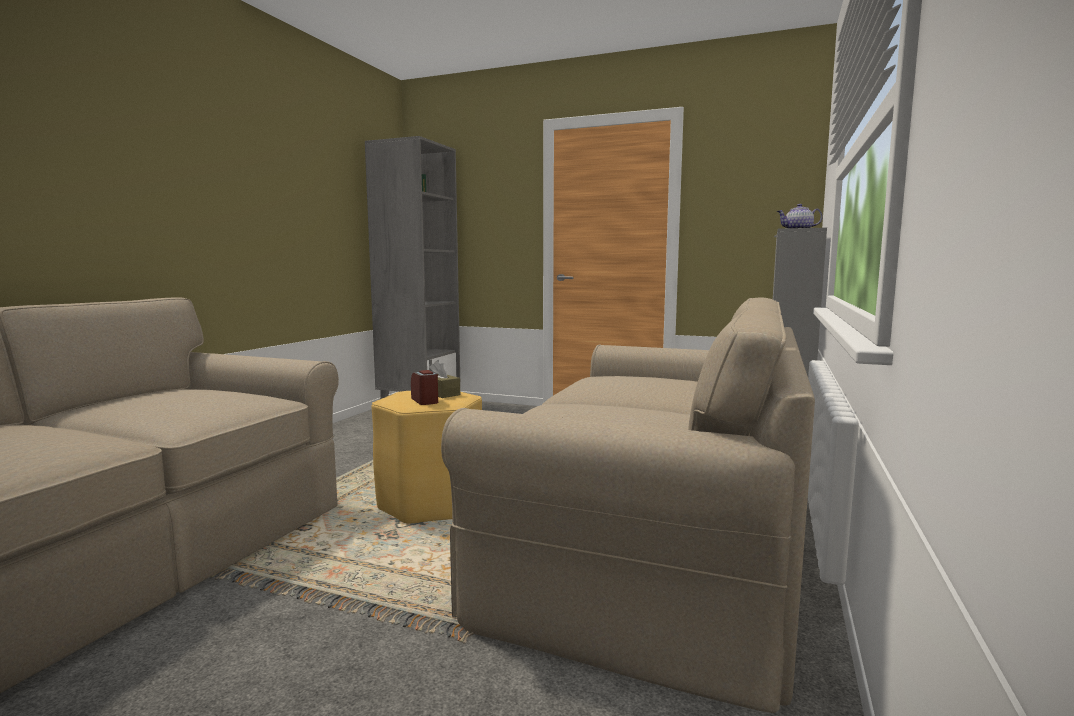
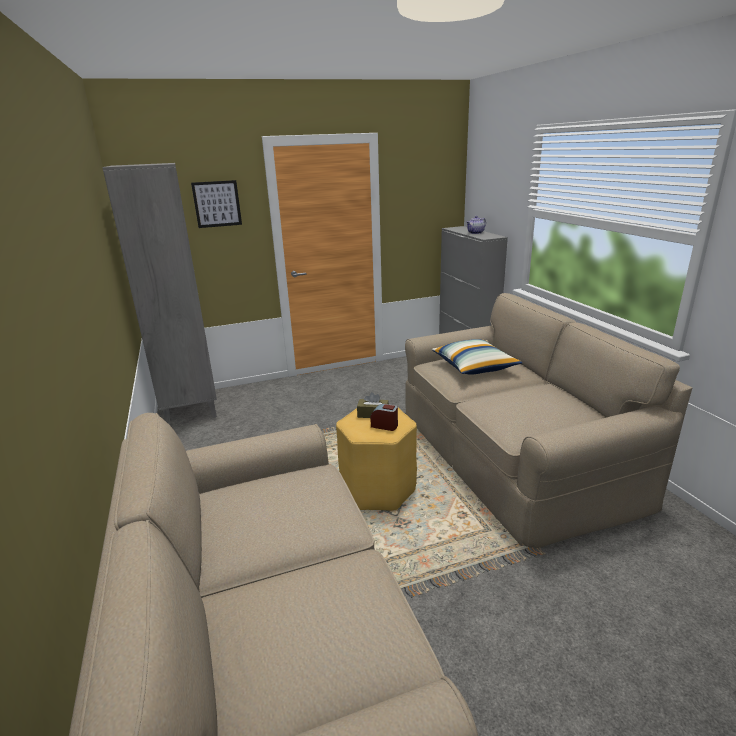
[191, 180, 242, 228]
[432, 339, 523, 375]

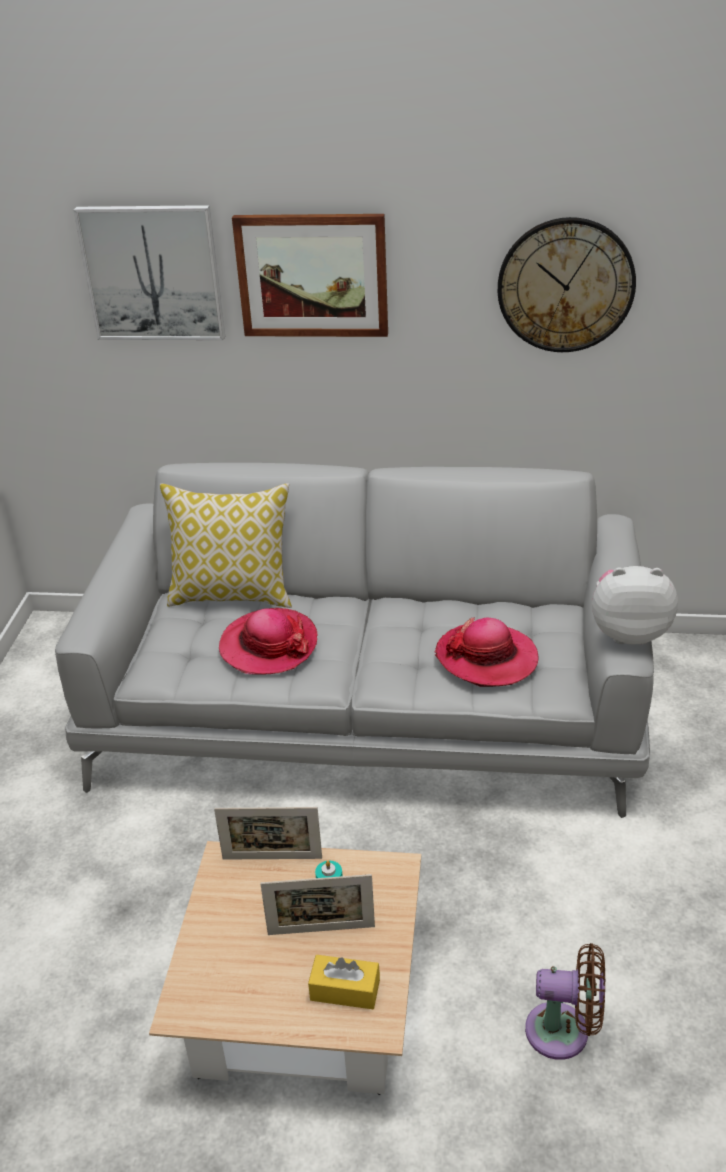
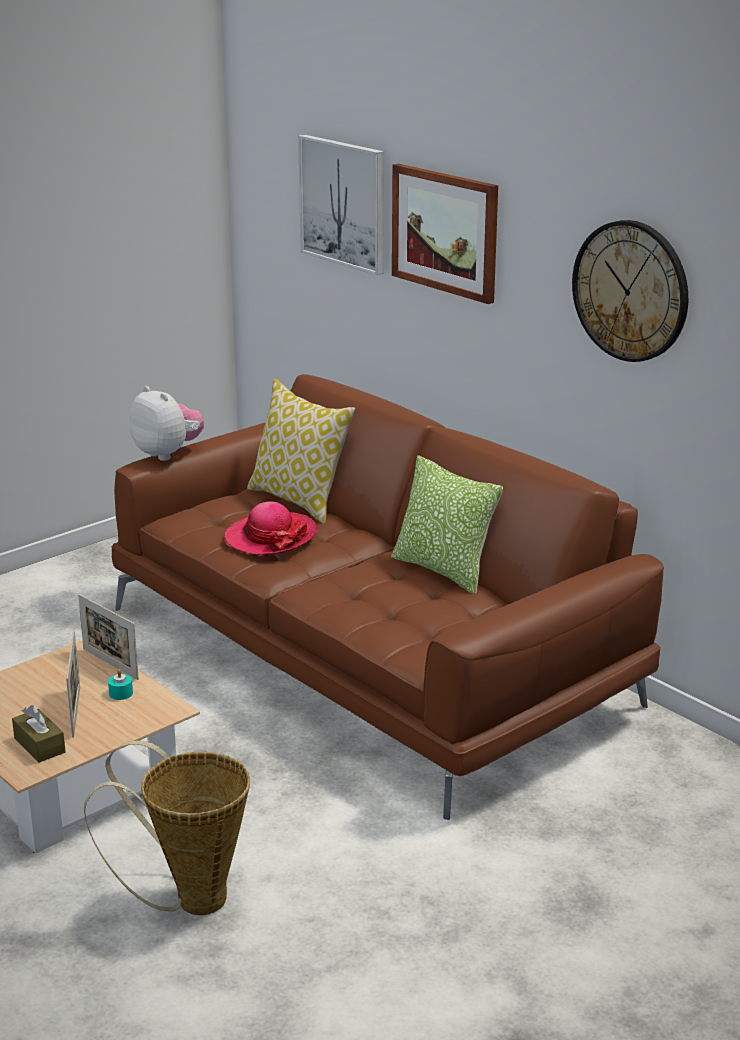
[111, 374, 664, 820]
[66, 631, 80, 738]
[12, 705, 66, 763]
[435, 617, 538, 687] (first image)
[84, 741, 250, 915]
[129, 386, 204, 461]
[391, 455, 503, 594]

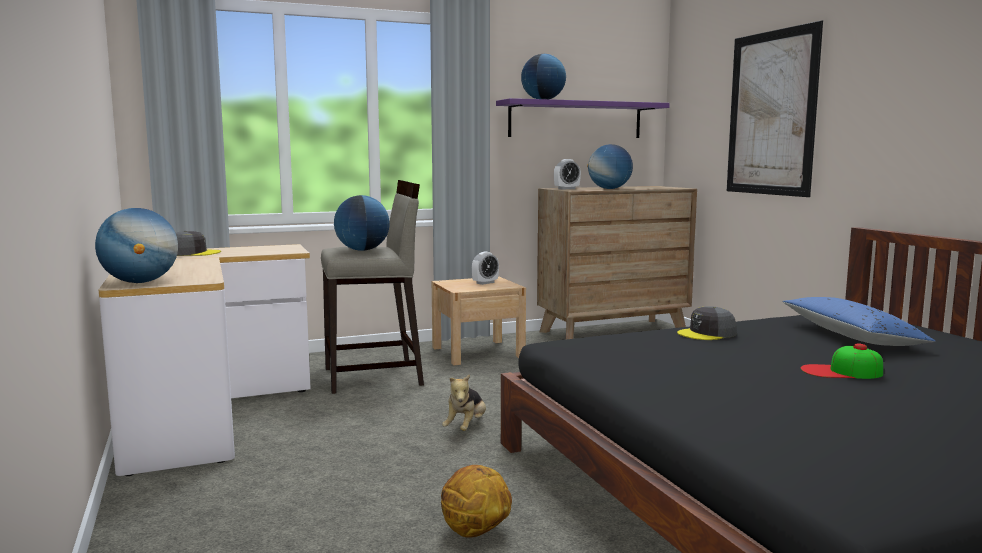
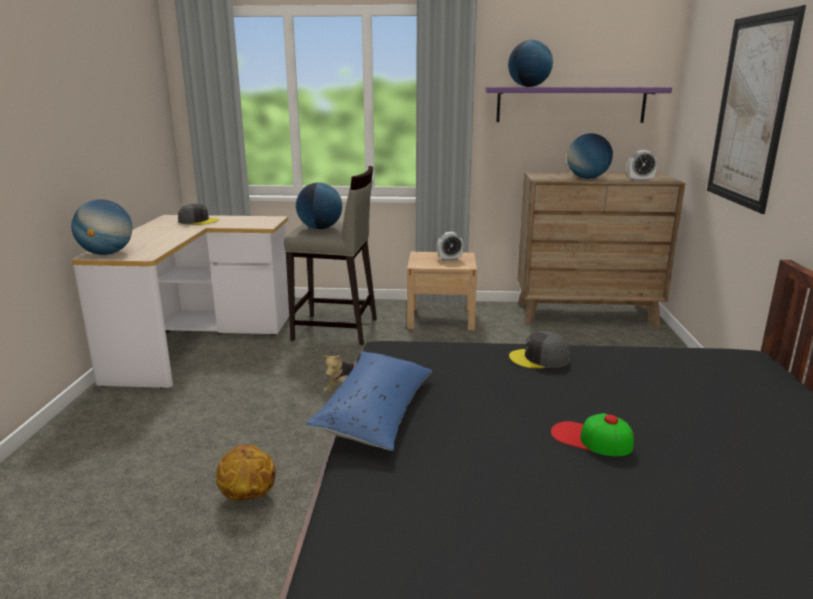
[627, 150, 657, 181]
[305, 351, 432, 451]

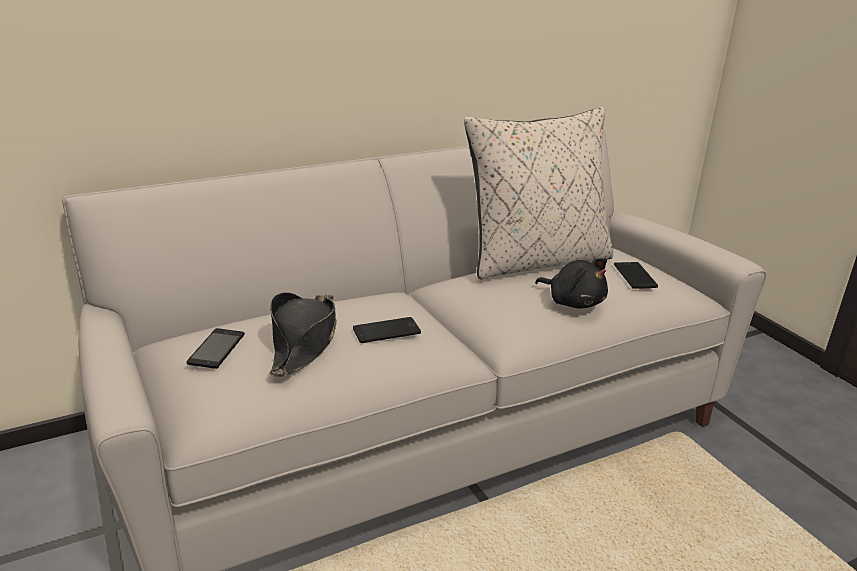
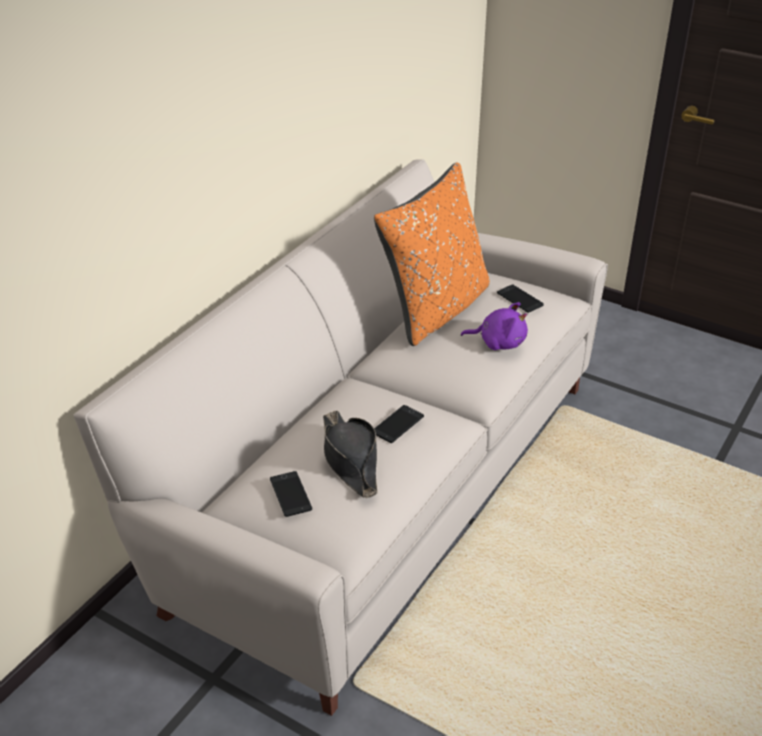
[374, 162, 490, 346]
[461, 302, 528, 350]

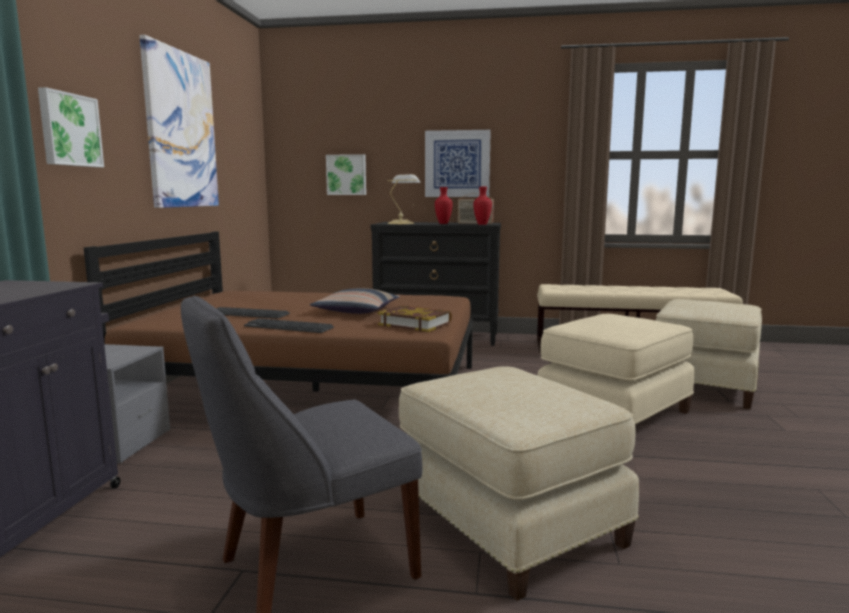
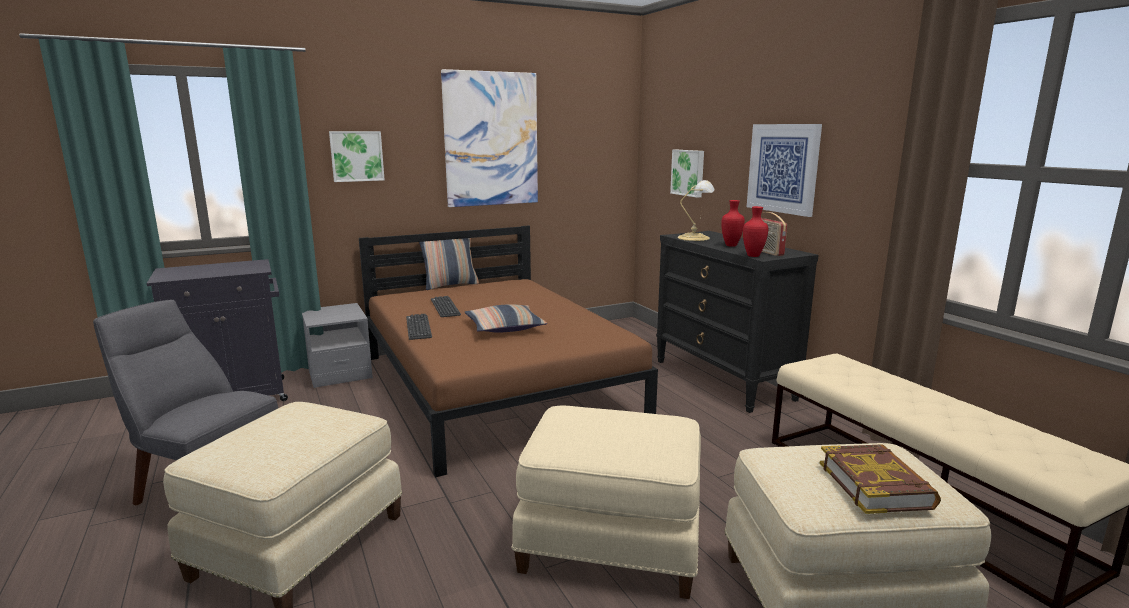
[820, 444, 941, 514]
[419, 238, 479, 290]

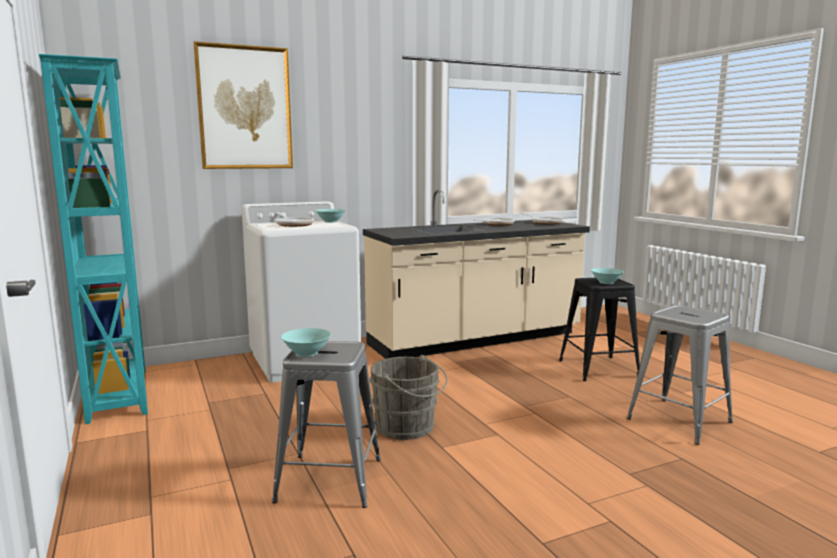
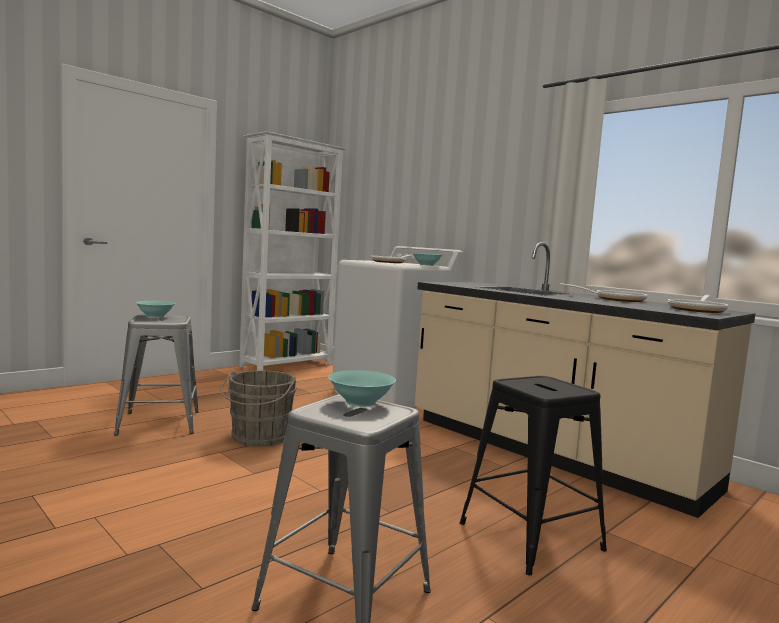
[239, 131, 347, 371]
[193, 41, 293, 169] (first image)
[328, 370, 396, 407]

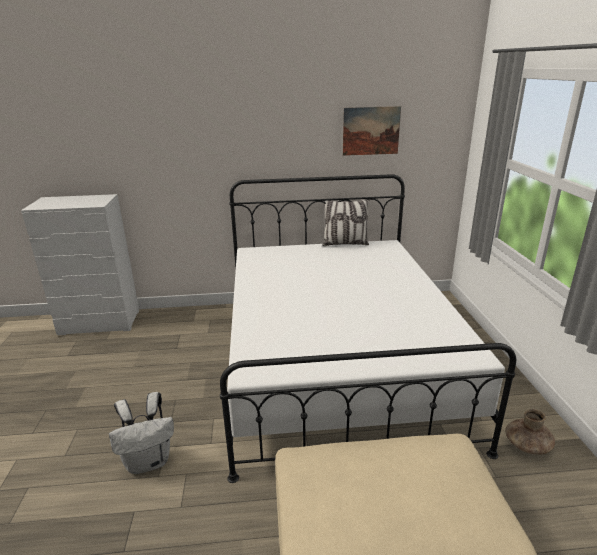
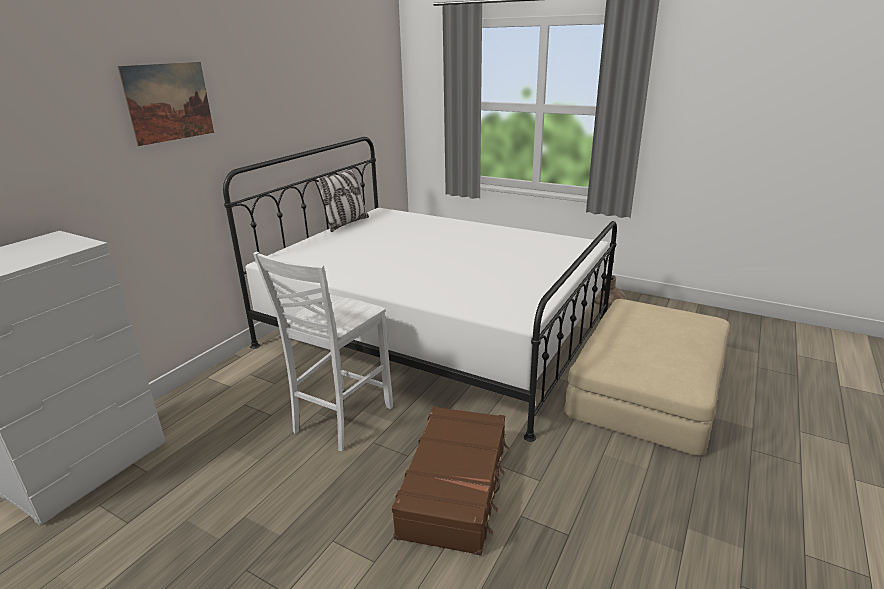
[392, 406, 509, 556]
[117, 62, 214, 146]
[253, 252, 393, 451]

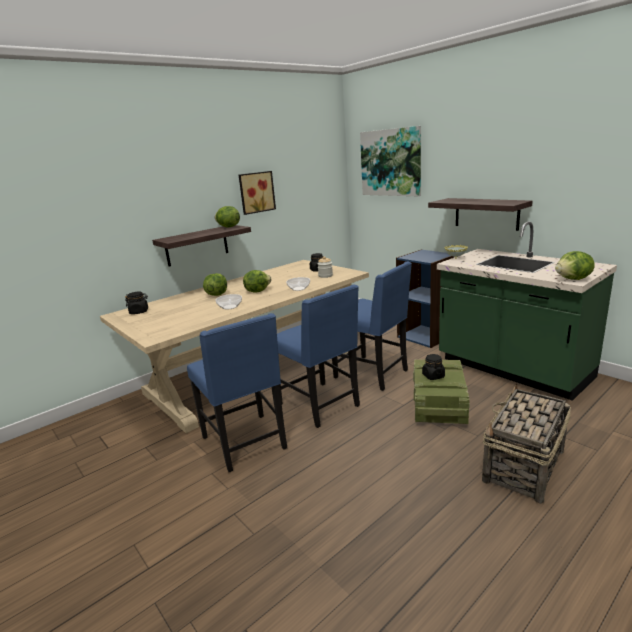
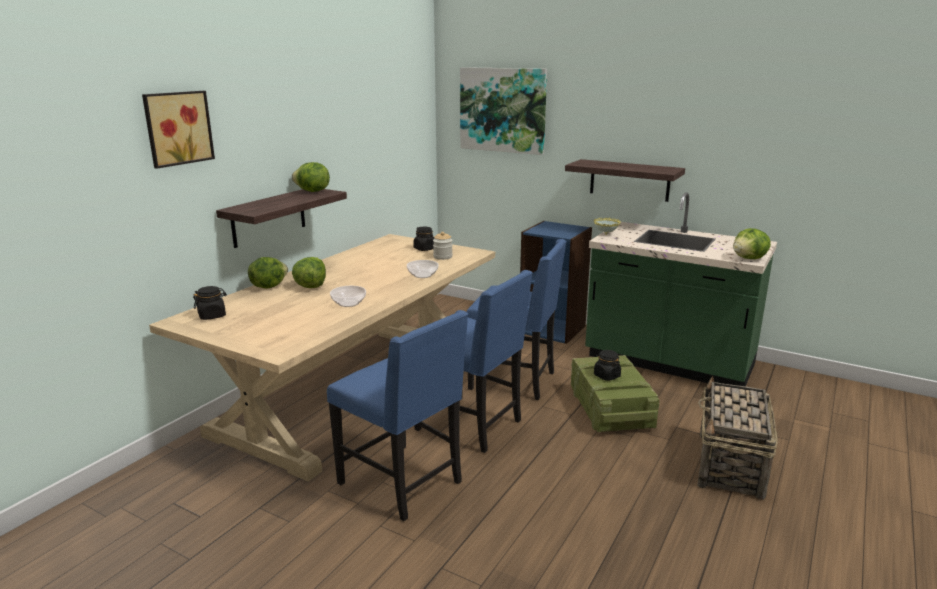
[142, 91, 215, 168]
[248, 257, 288, 289]

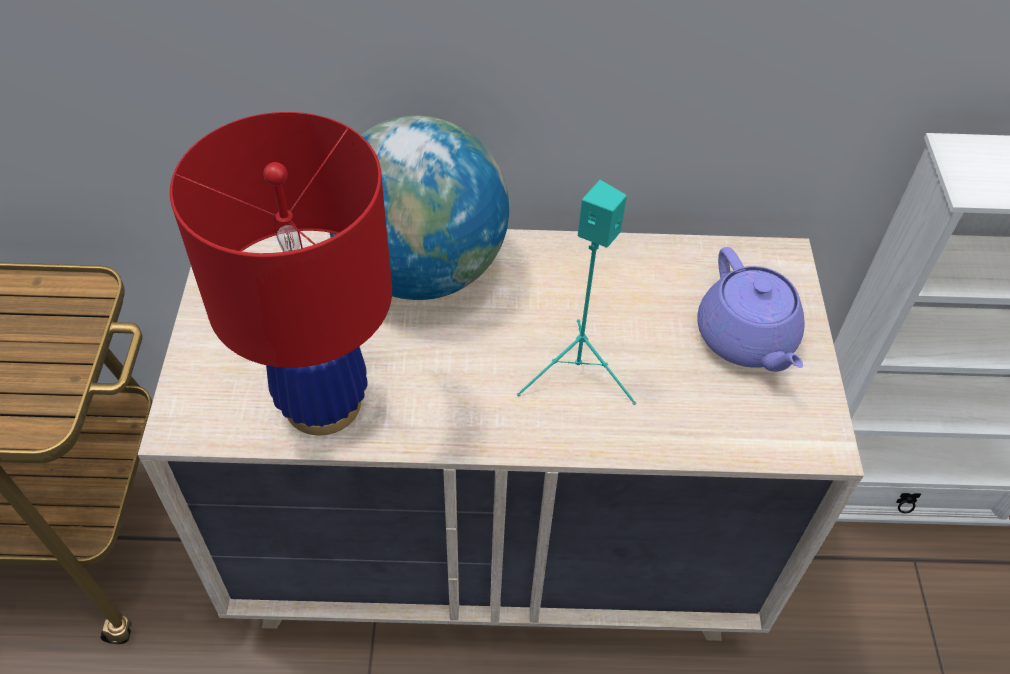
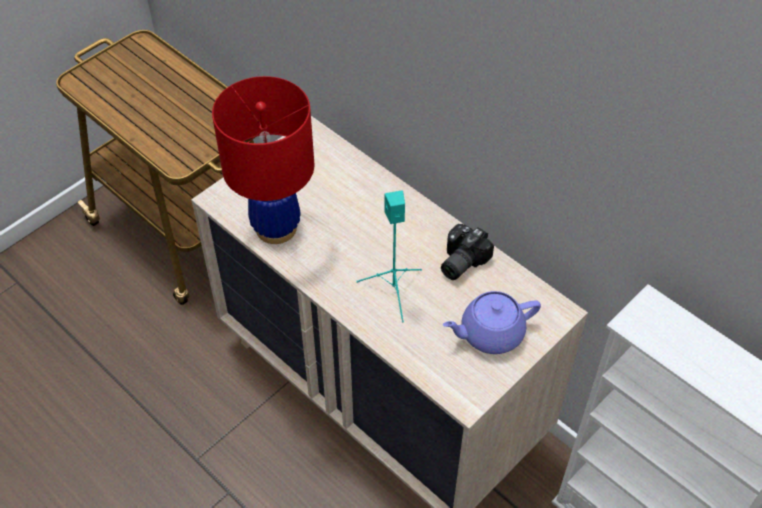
[330, 116, 509, 300] (first image)
[443, 291, 541, 354]
[441, 224, 494, 280]

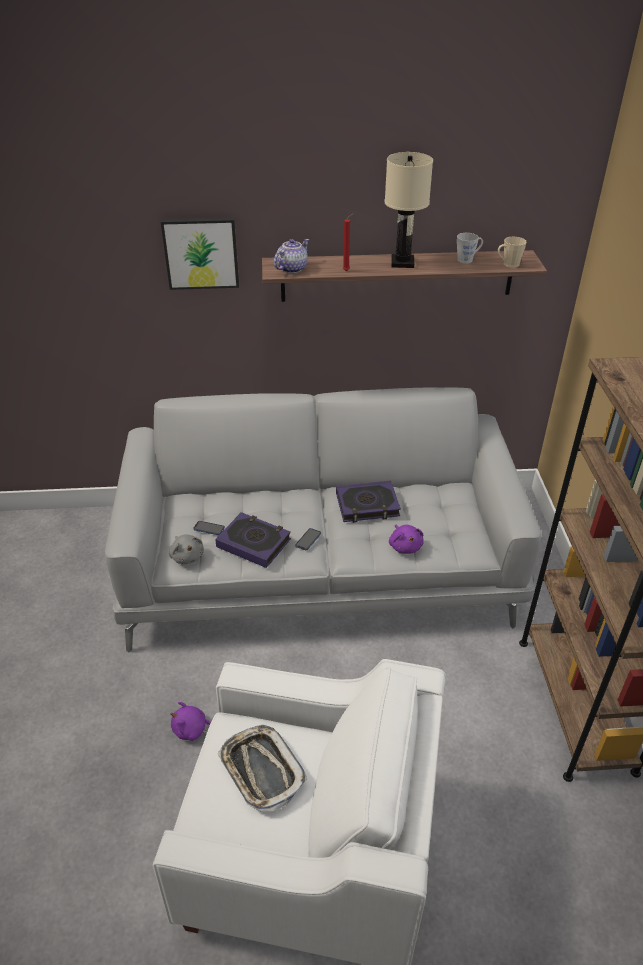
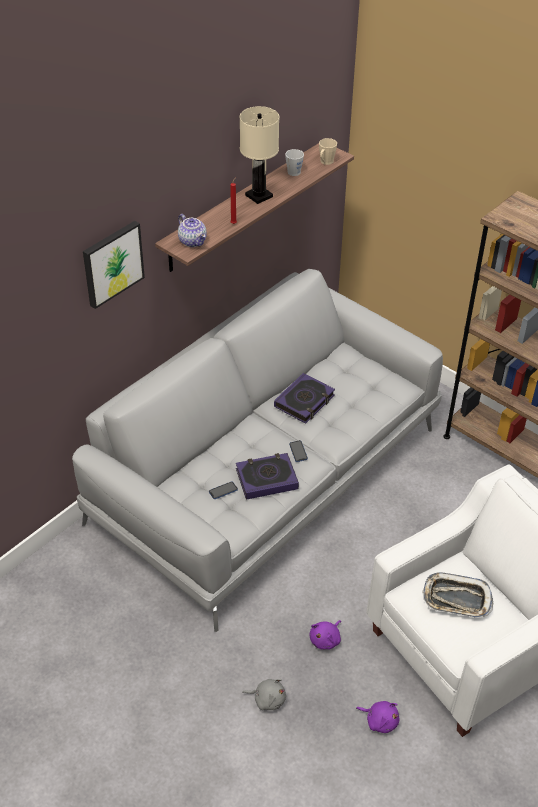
[242, 679, 286, 710]
[178, 214, 207, 247]
[356, 701, 399, 733]

